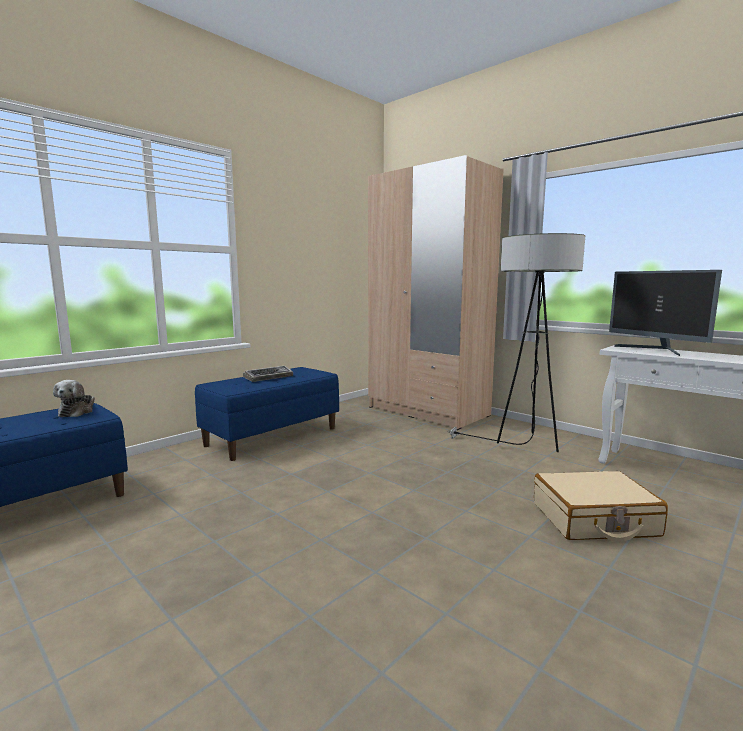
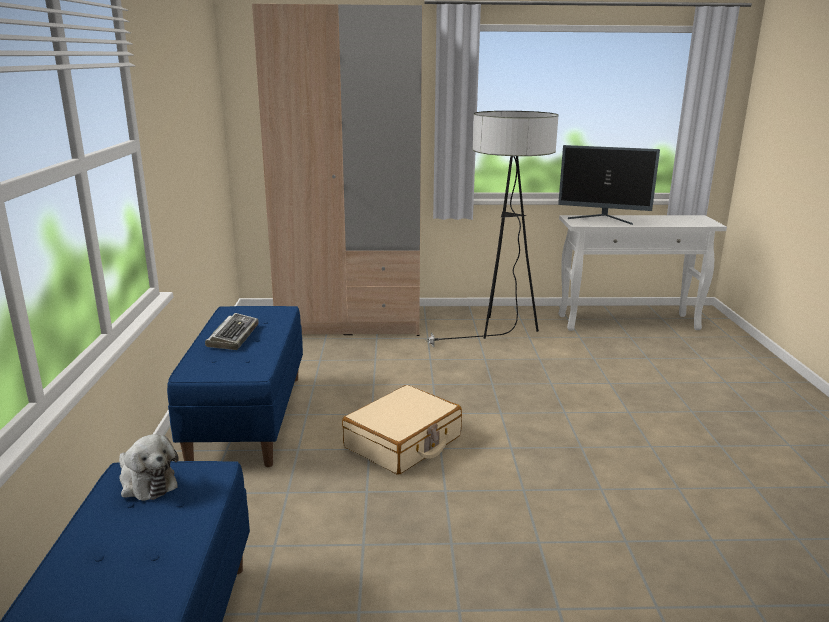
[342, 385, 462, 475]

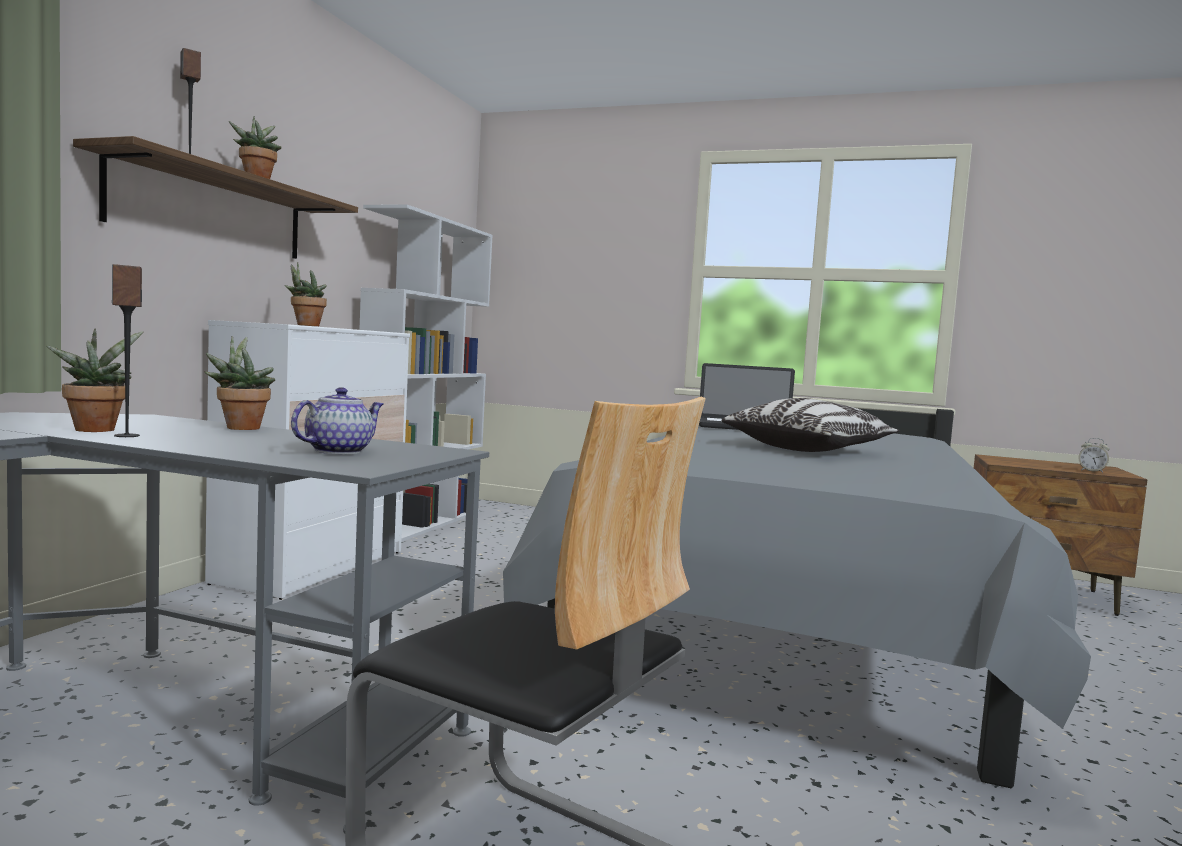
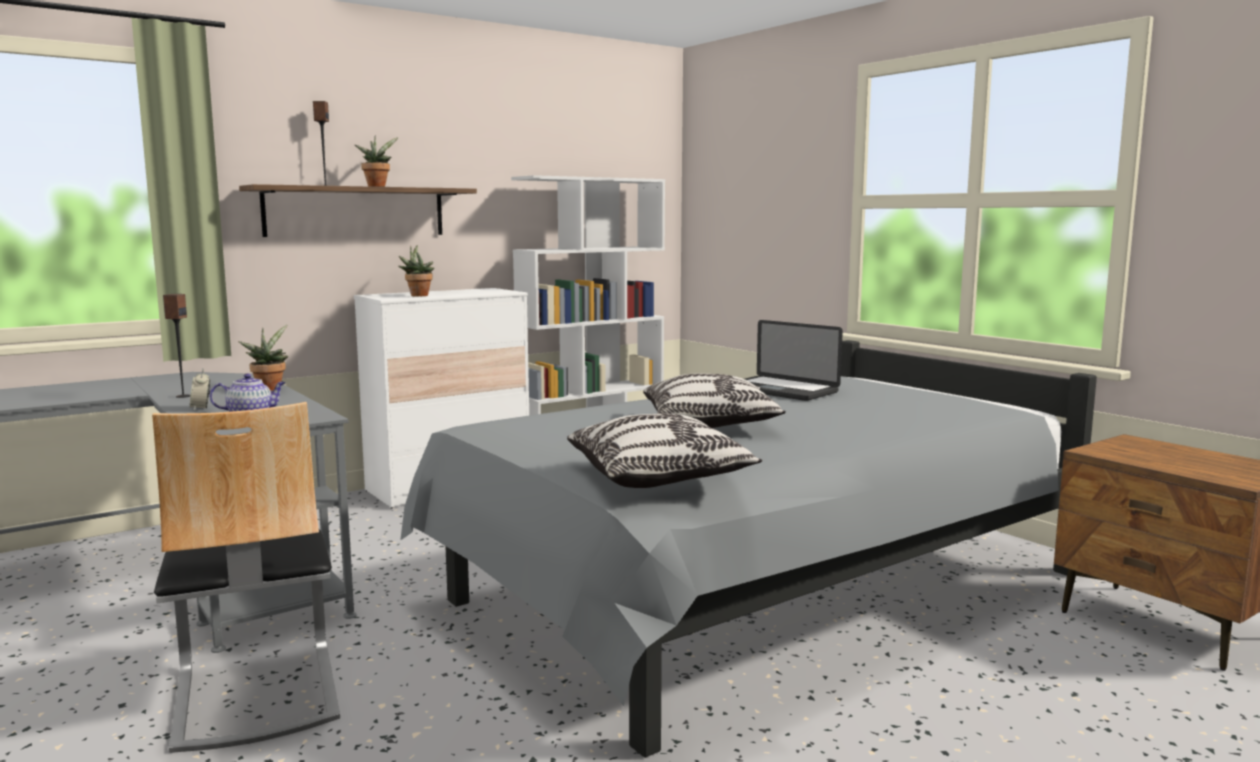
[46, 329, 143, 432] (first image)
[190, 368, 210, 410]
[567, 413, 762, 488]

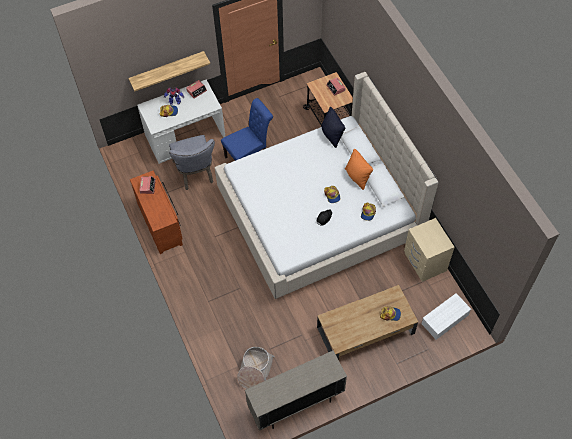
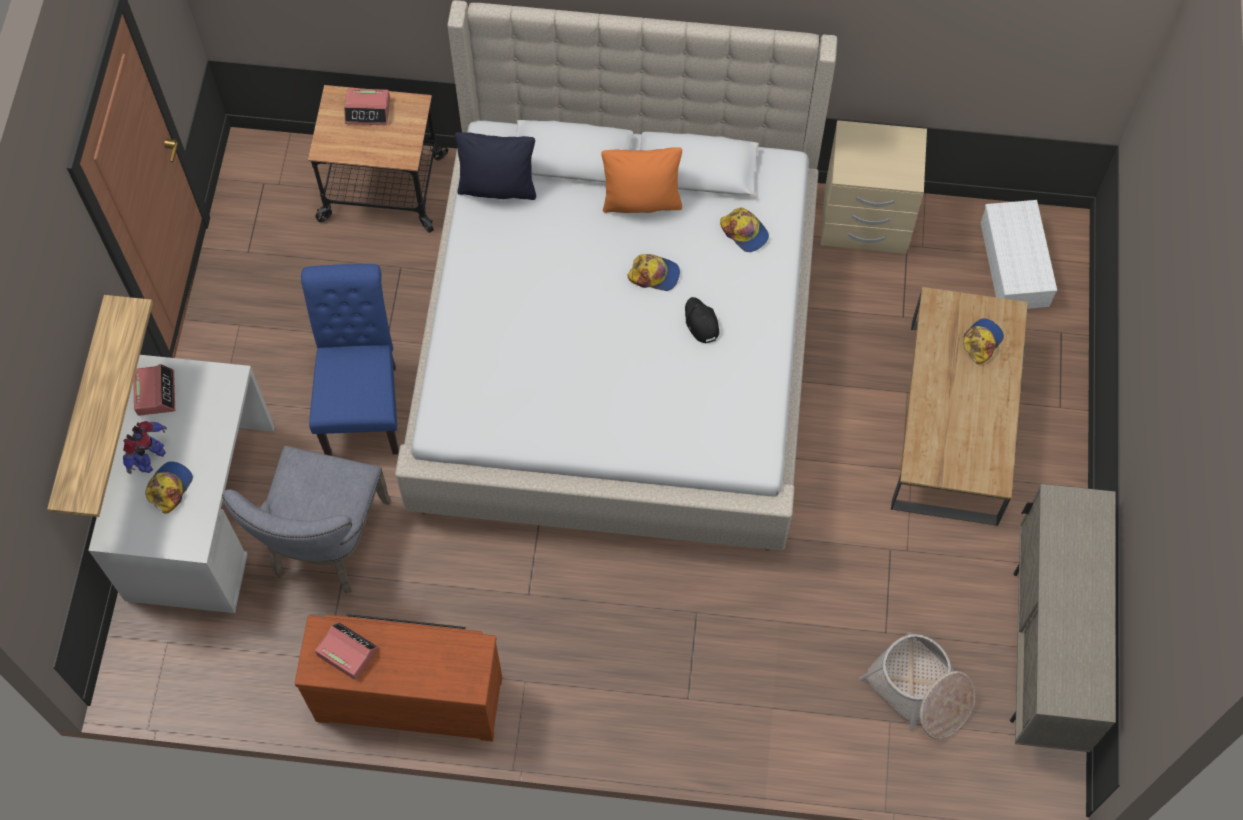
[222, 446, 391, 593]

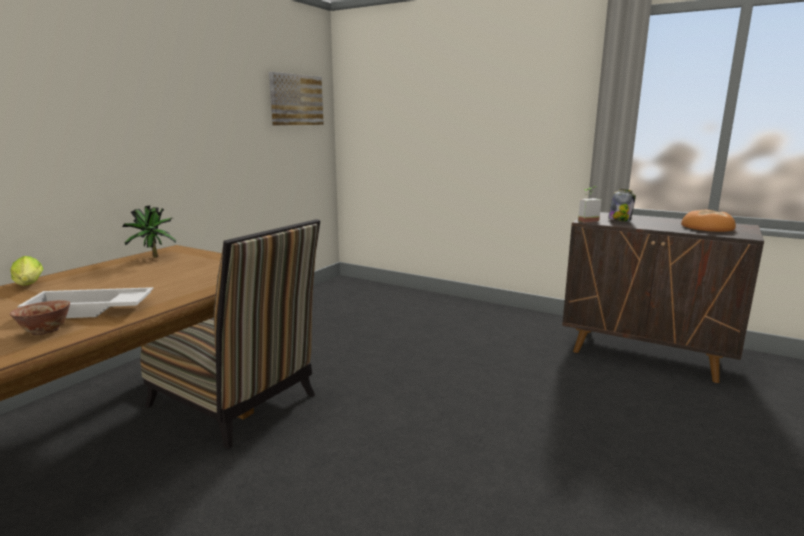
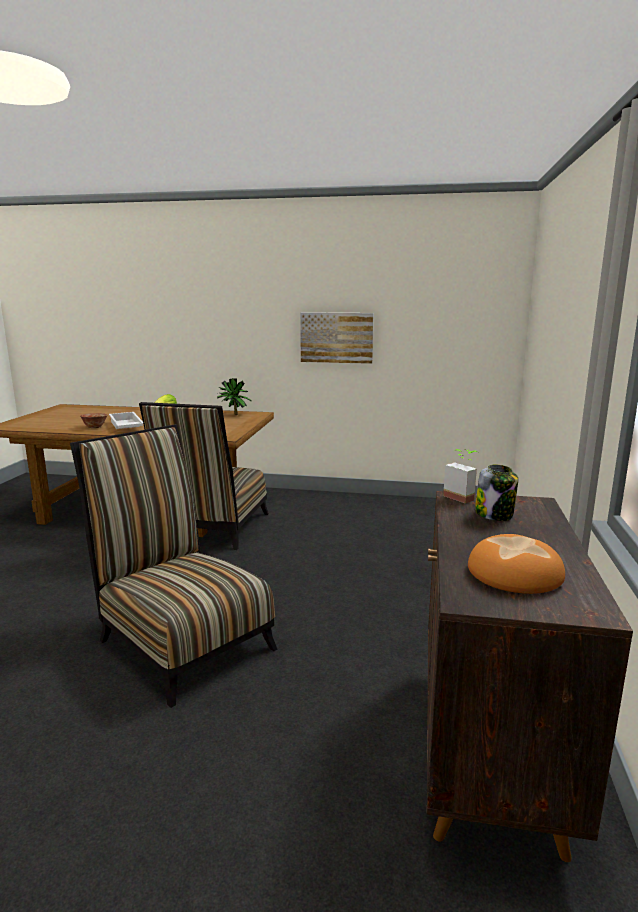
[300, 312, 374, 364]
[70, 424, 277, 708]

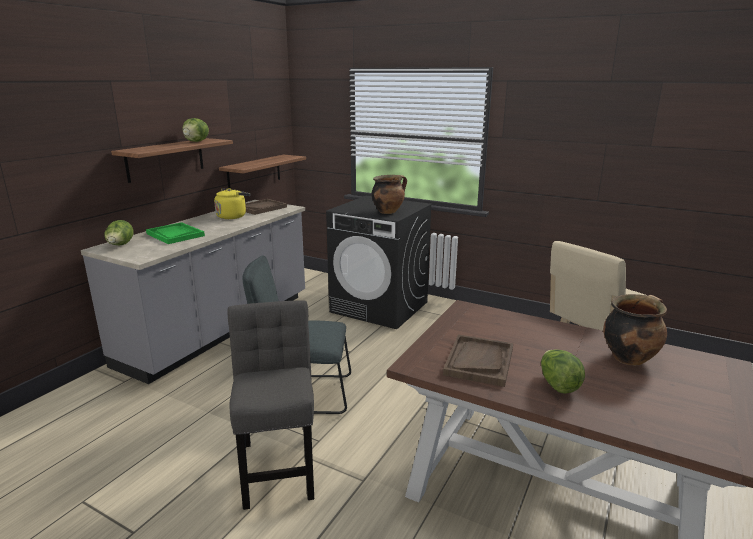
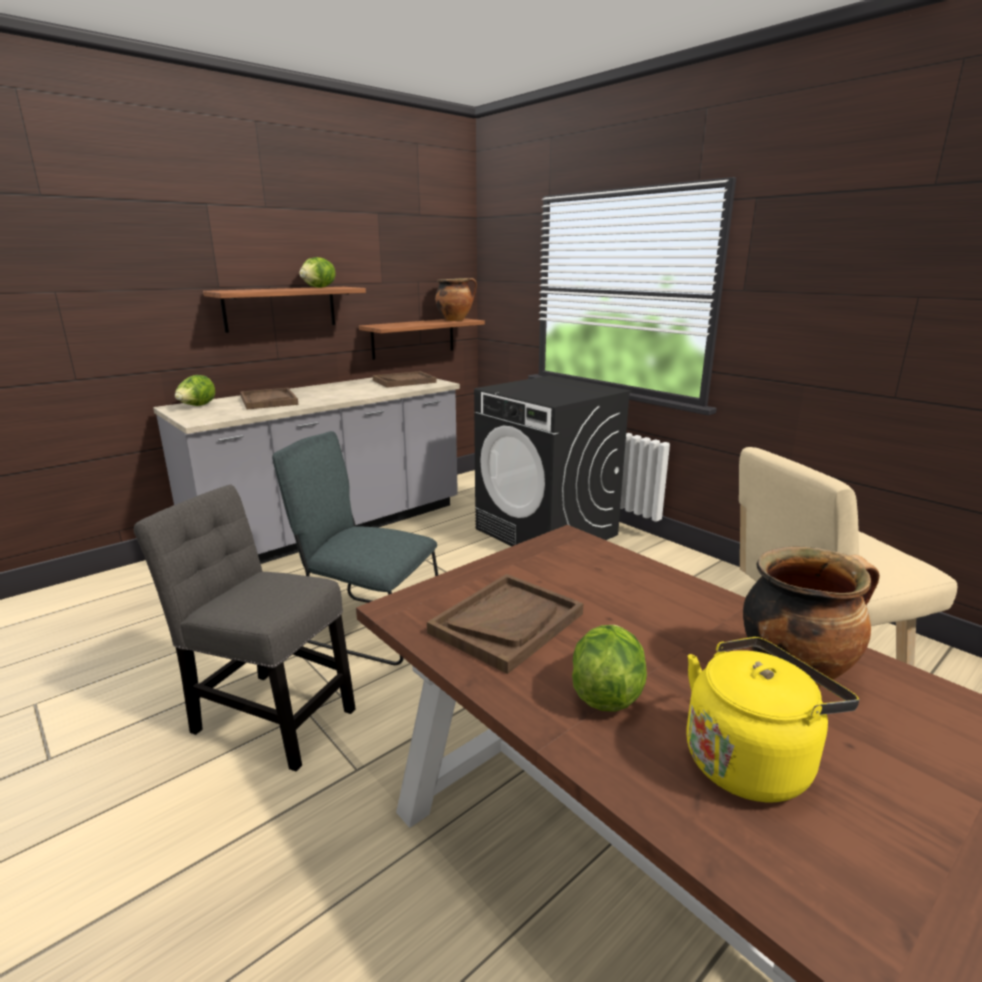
[240, 388, 298, 410]
[686, 637, 859, 803]
[134, 485, 356, 772]
[435, 278, 477, 321]

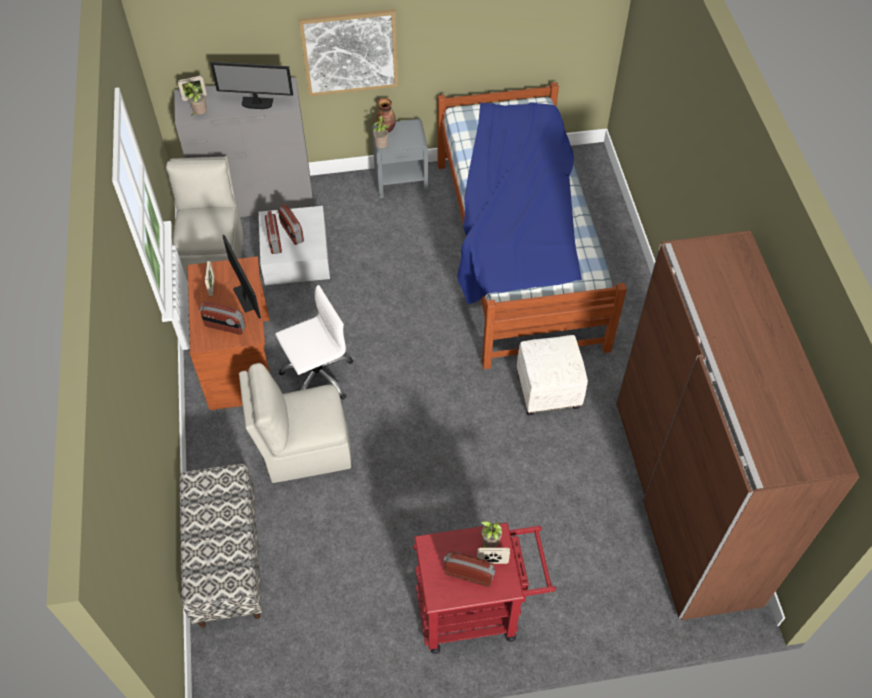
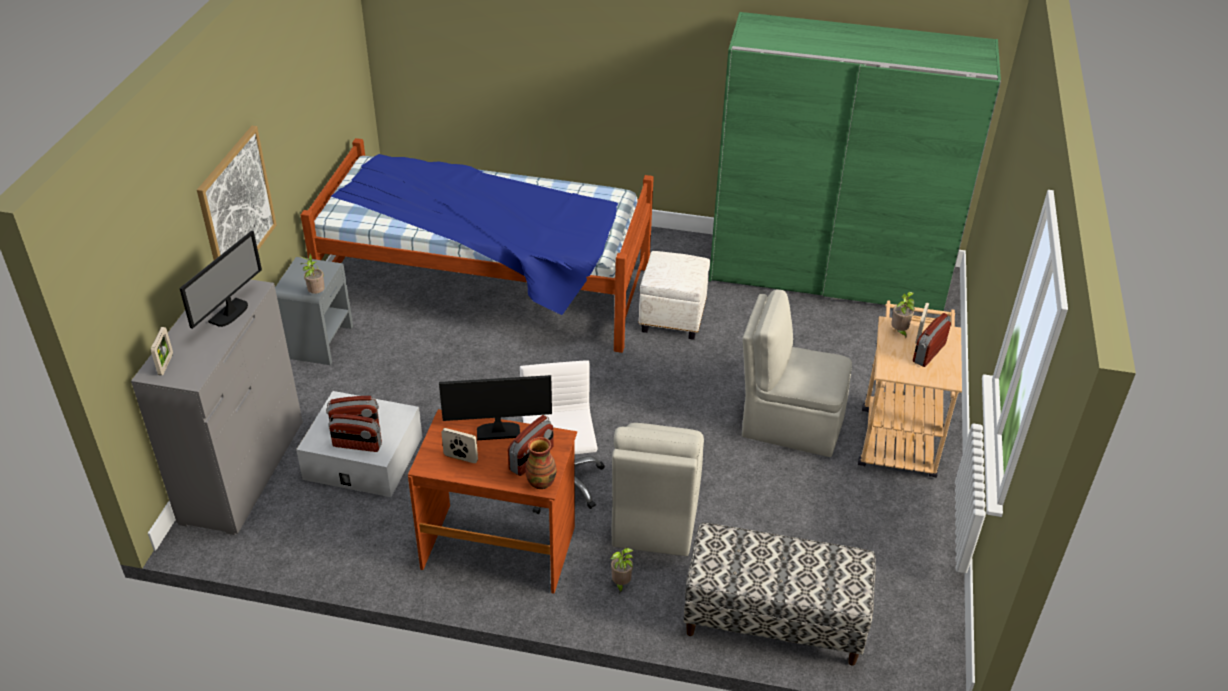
[742, 289, 852, 457]
[610, 548, 633, 594]
[525, 437, 557, 489]
[858, 300, 962, 478]
[709, 12, 1001, 311]

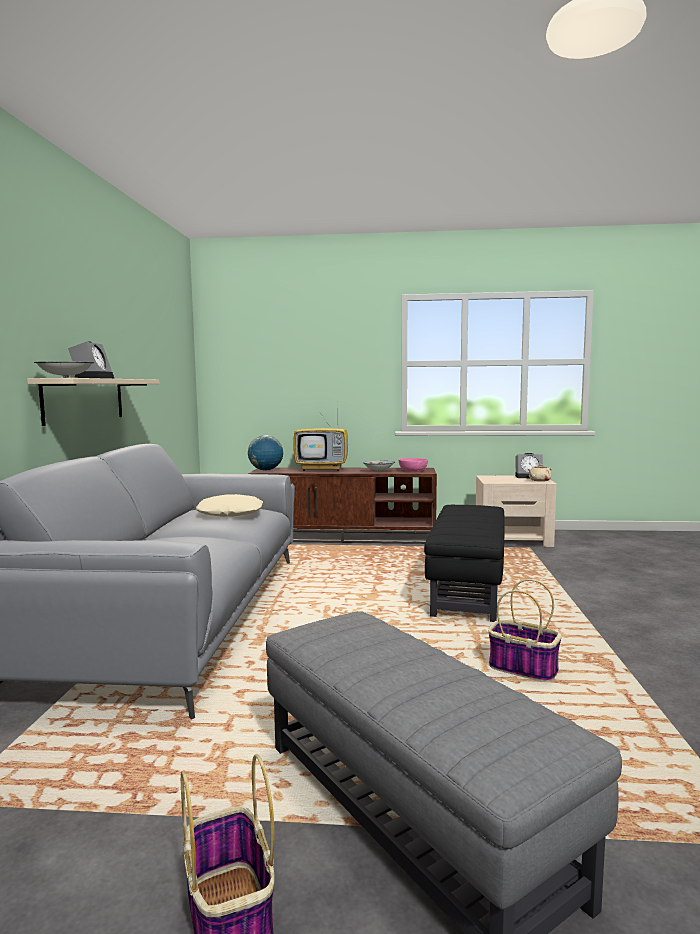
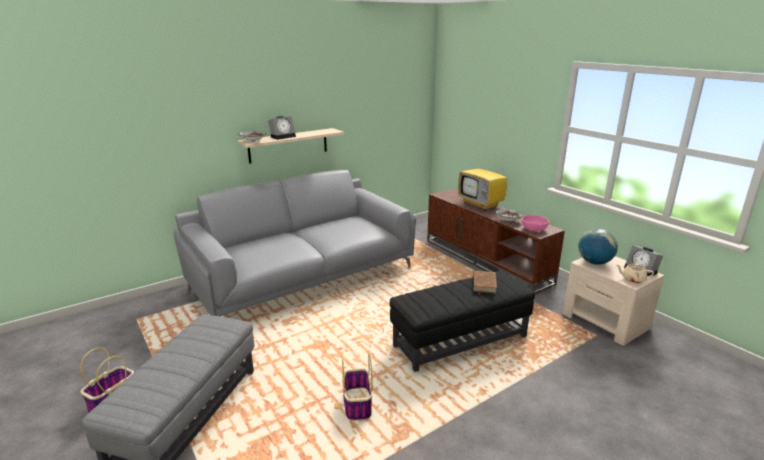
[196, 494, 263, 517] (first image)
[578, 229, 618, 265]
[473, 270, 497, 295]

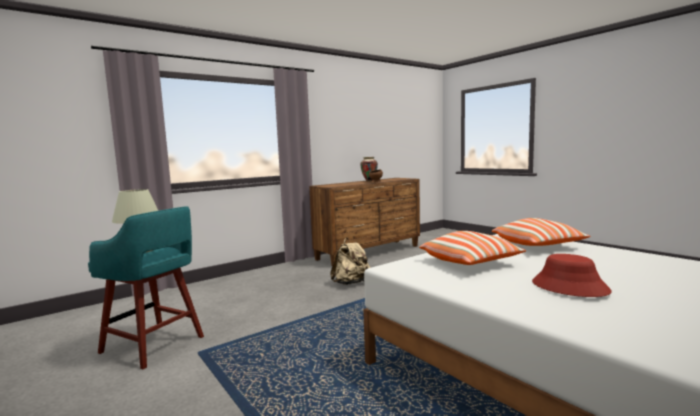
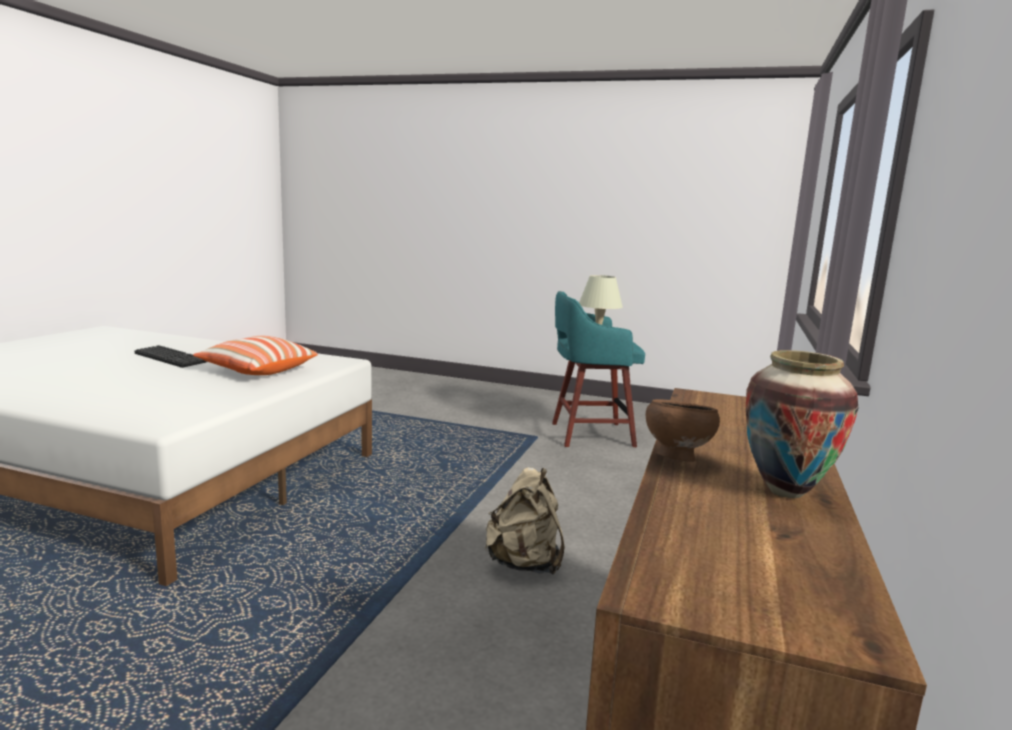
[492, 218, 591, 246] (first image)
[134, 345, 207, 368]

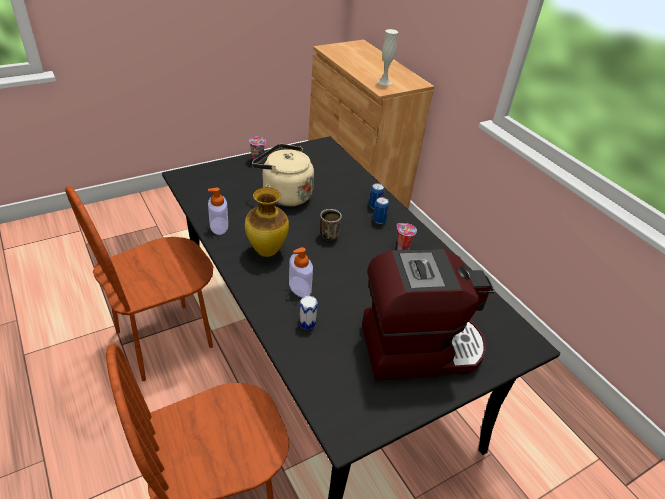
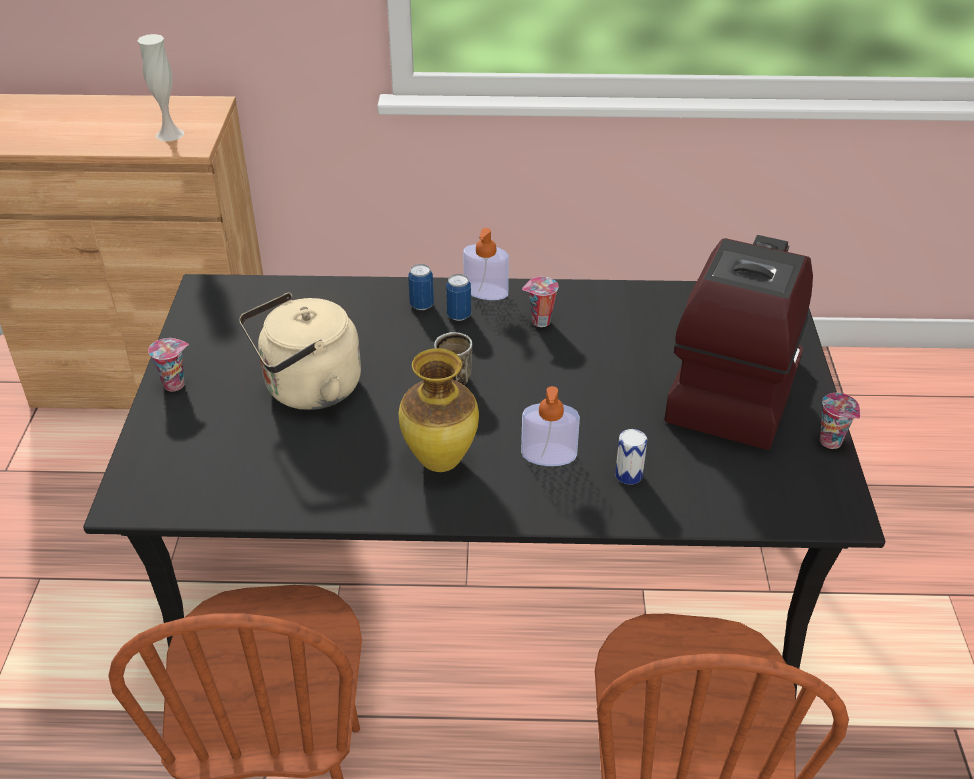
[463, 228, 509, 300]
[820, 393, 860, 449]

